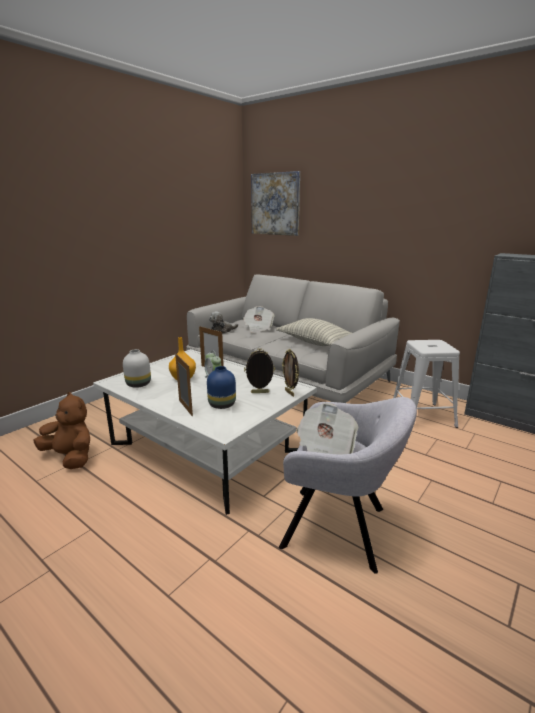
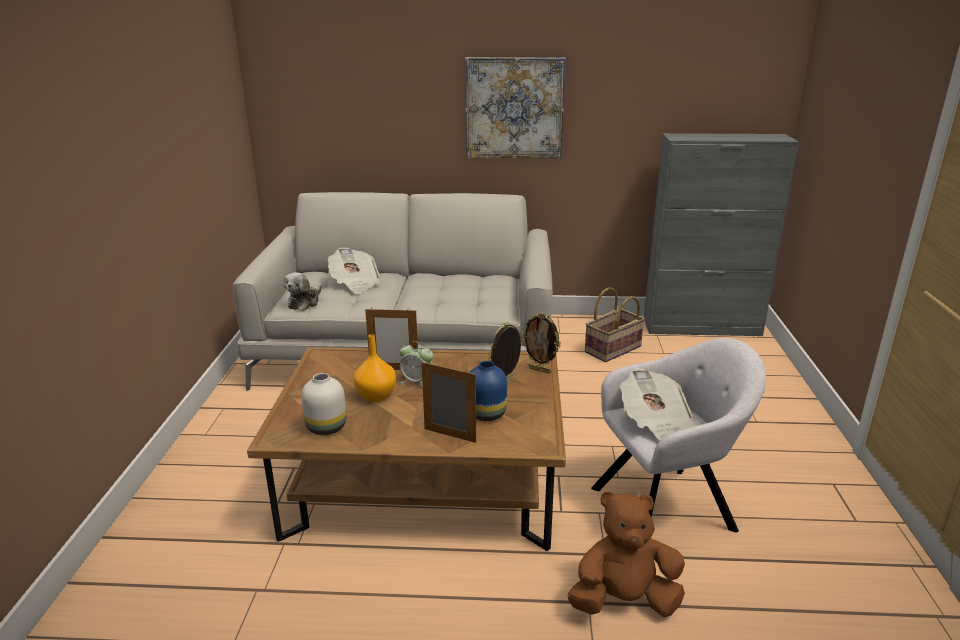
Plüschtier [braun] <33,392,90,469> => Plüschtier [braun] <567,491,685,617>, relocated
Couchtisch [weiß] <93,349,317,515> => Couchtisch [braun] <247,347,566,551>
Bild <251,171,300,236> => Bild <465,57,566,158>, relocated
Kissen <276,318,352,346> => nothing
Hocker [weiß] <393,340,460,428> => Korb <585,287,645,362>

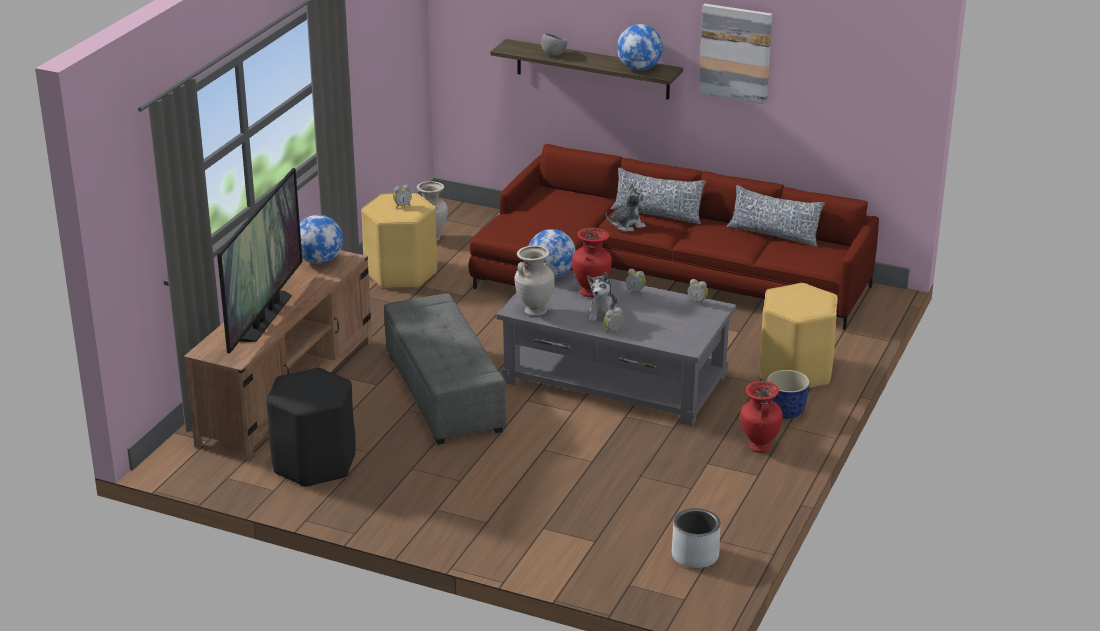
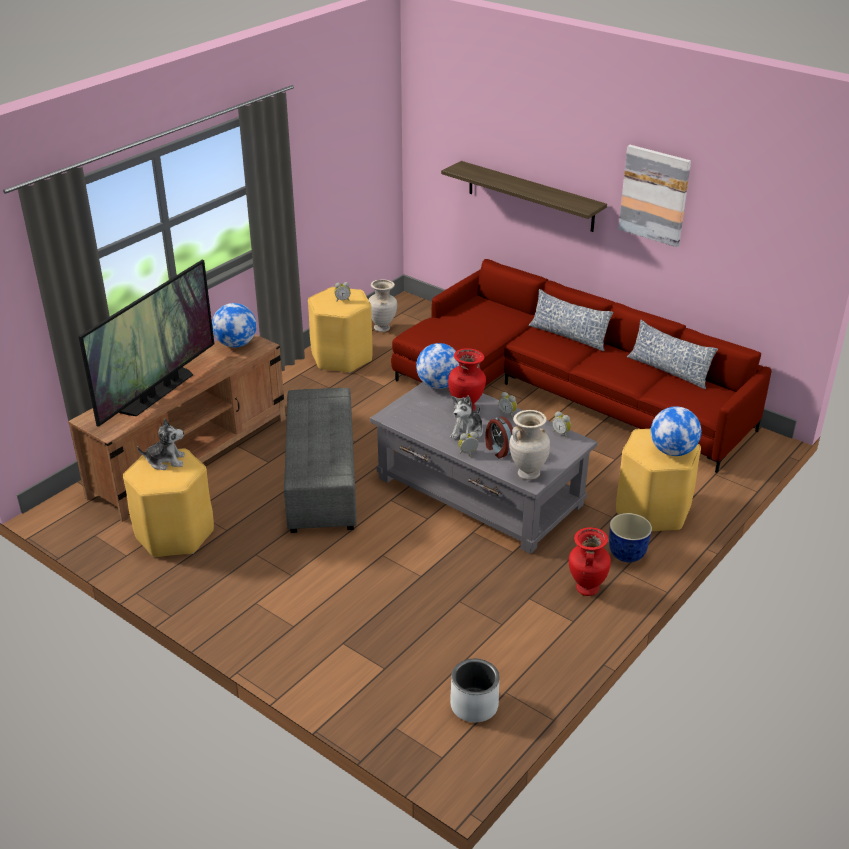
Hocker [schwarz] <266,368,355,487> => Hocker [gelb] <123,448,214,558>
Vase [beige] <514,245,555,316> => Vase [beige] <509,410,550,480>, relocated
Schüssel [grau] <541,33,567,56> => nothing
Plüschtier <606,183,648,231> => Plüschtier <137,419,185,470>, relocated
Globus <617,24,663,71> => Globus <651,406,701,456>, relocated
nothing => Wecker <485,417,513,458>

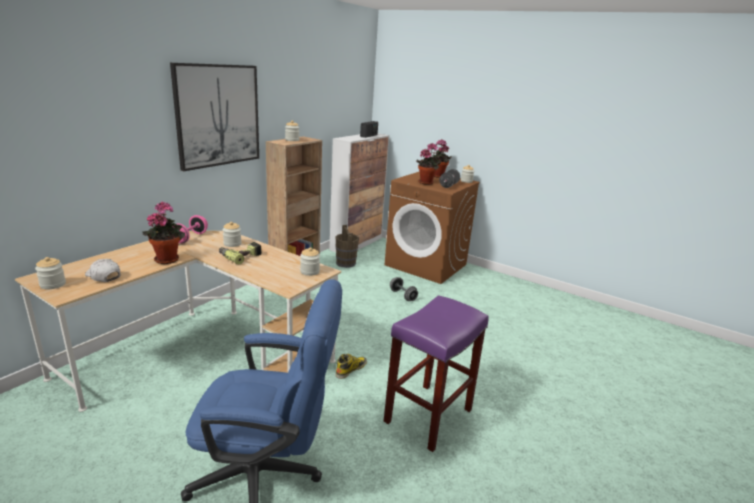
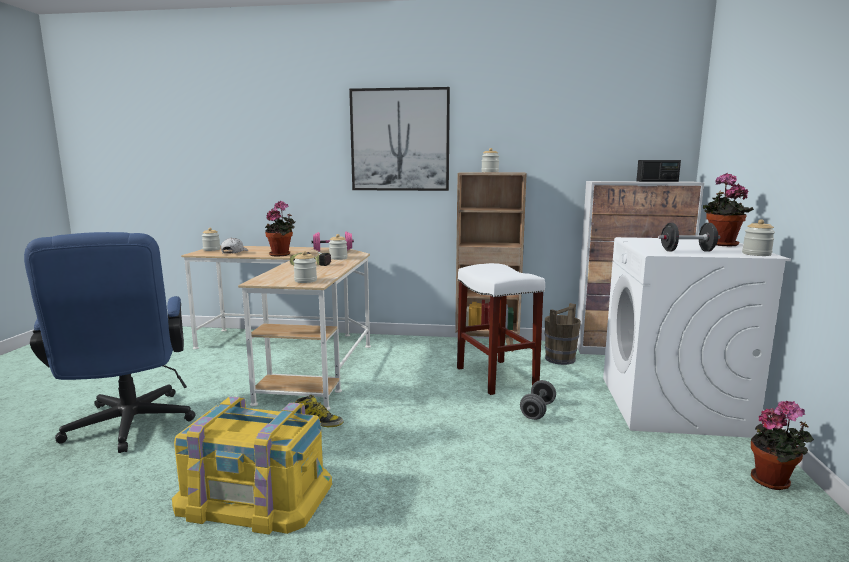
Hocker [lila] <384,295,489,452> => Aufbewahrungsbox [gelb] <172,397,332,535>
Waschmaschine [braun] <385,171,480,284> => Waschmaschine [weiß] <603,237,791,438>
Topfpflanze <416,143,441,185> => Topfpflanze <751,401,814,490>, relocated
nothing => Hocker [weiß] <457,263,545,395>

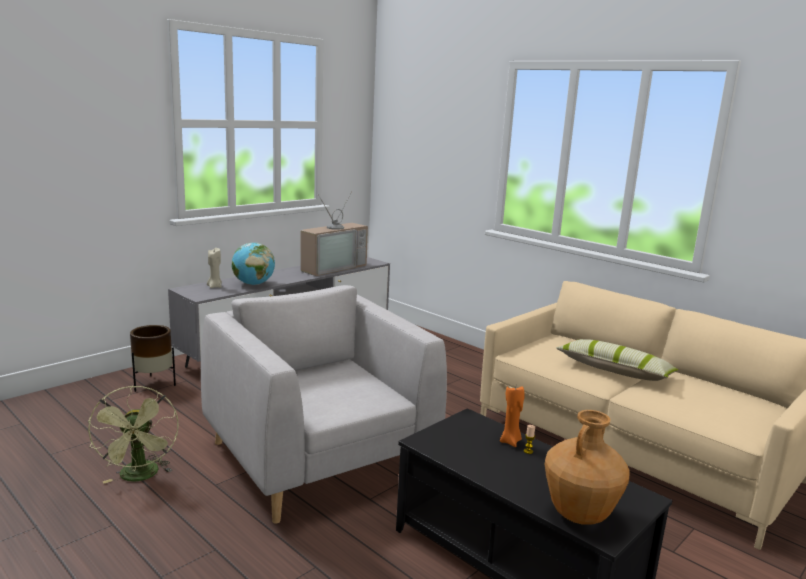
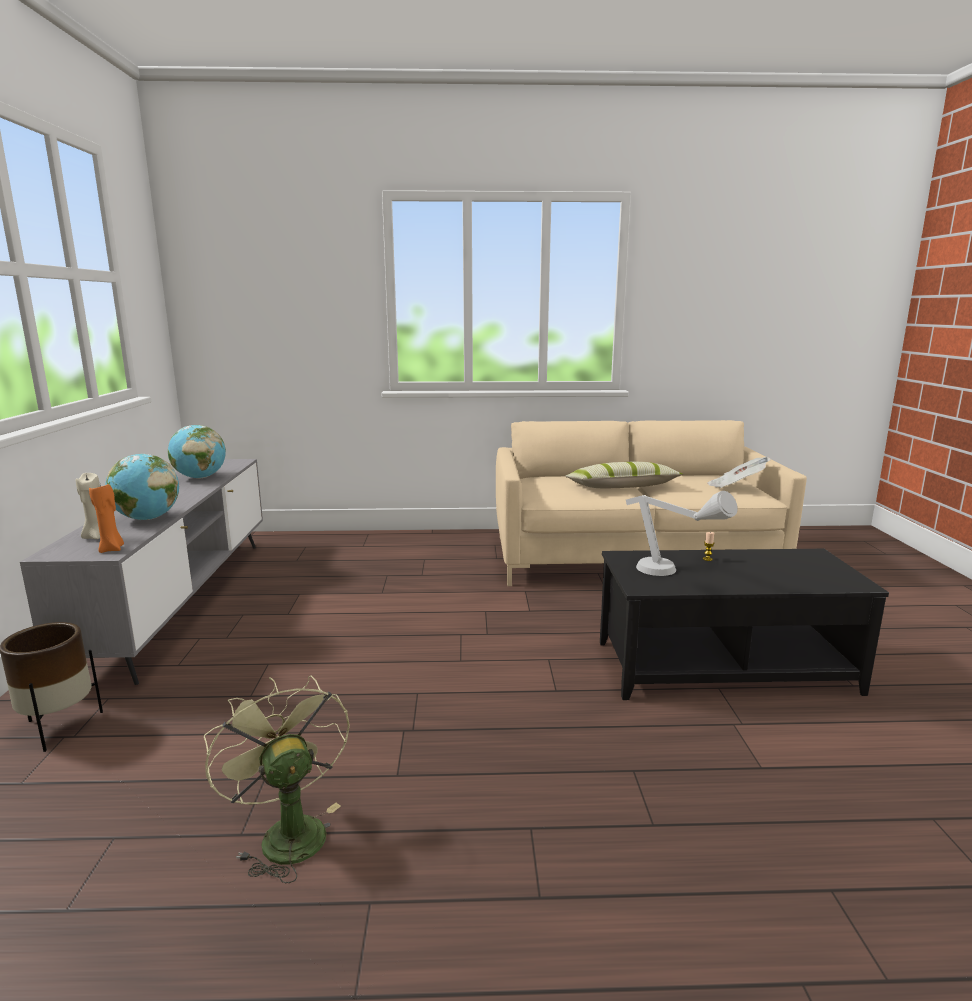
Ventilator [grün] <88,385,179,484> => Ventilator [grün] <204,676,350,884>, 150 degrees counterclockwise
Sessel [grau] <201,285,447,524> => nothing
Fernseher <300,191,368,276> => Globus <168,425,226,478>
Kerze [orange] <500,386,525,447> => Kerze [orange] <89,484,124,553>, relocated
Vase [braun] <545,410,630,525> => nothing
nothing => Tischlampe [grau] <626,491,738,576>
nothing => Zeitung <707,457,771,488>

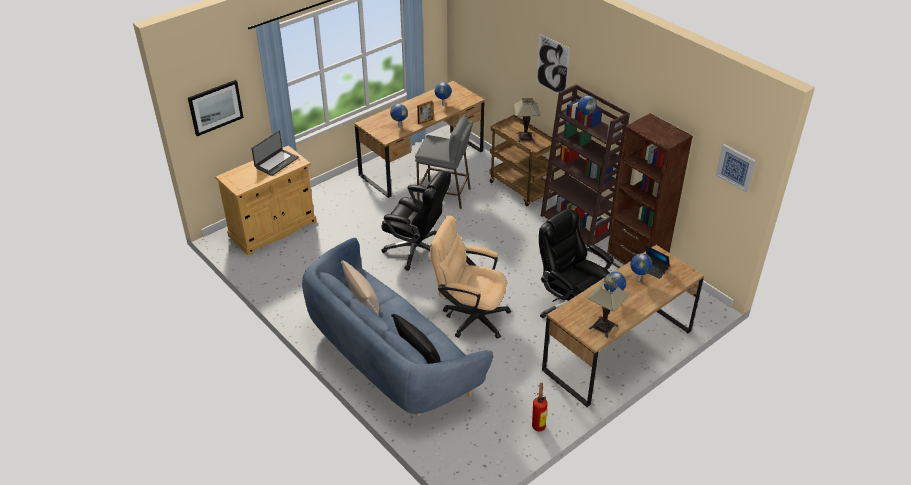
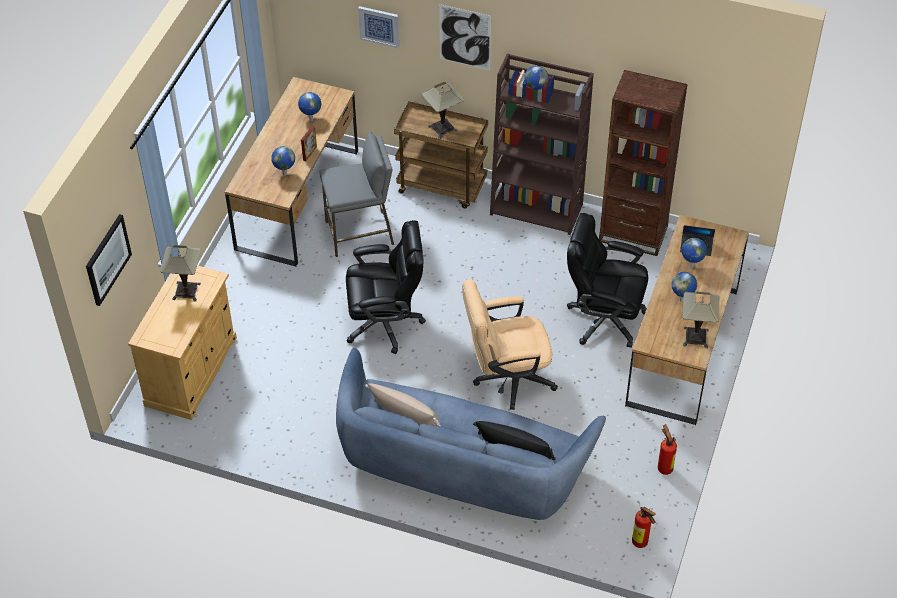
Laptop <251,131,299,176> => Tischlampe <160,245,201,302>
Bild <716,144,756,192> => Bild <358,6,399,48>, relocated
nothing => Feuerlöscher <632,507,656,548>

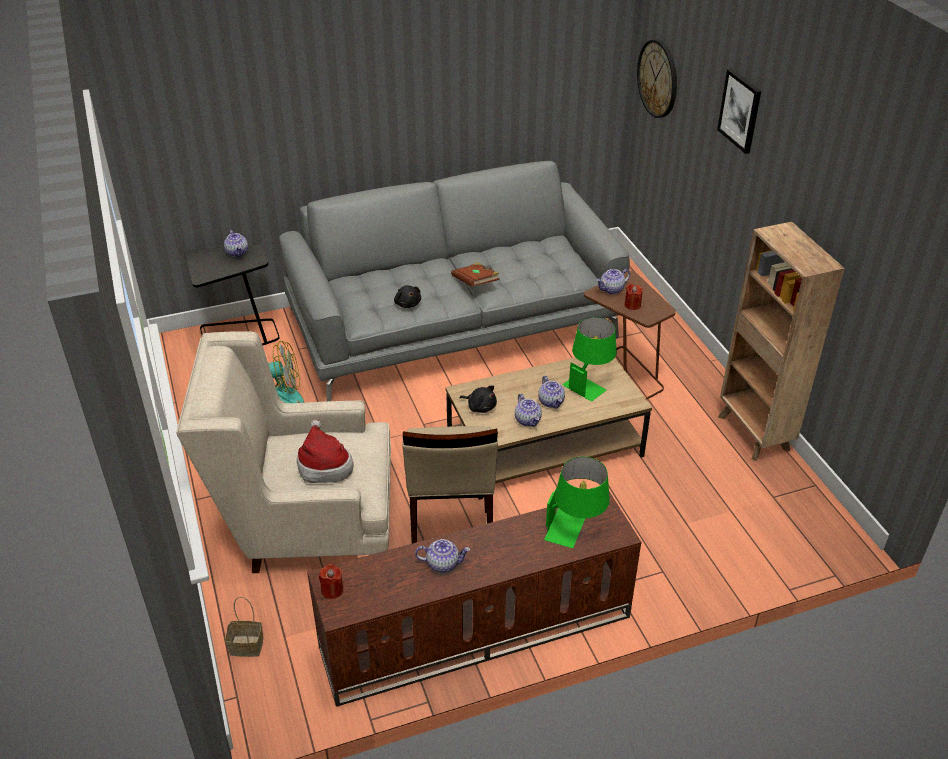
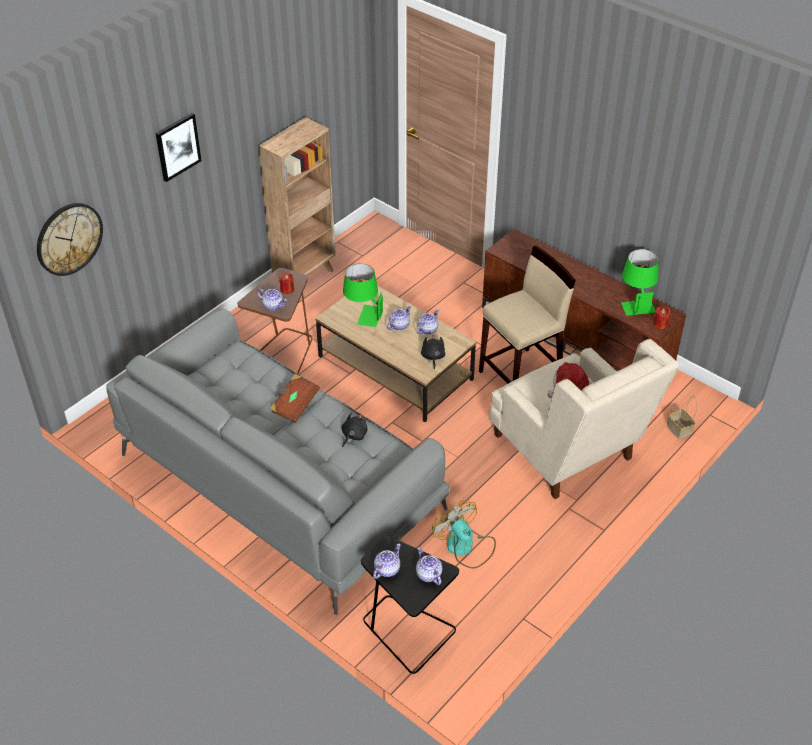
Teekanne <415,539,470,573> => Teekanne <416,547,442,585>, relocated
Tischlampe [grün] <544,457,610,548> => Tischlampe [grün] <621,249,659,316>, relocated

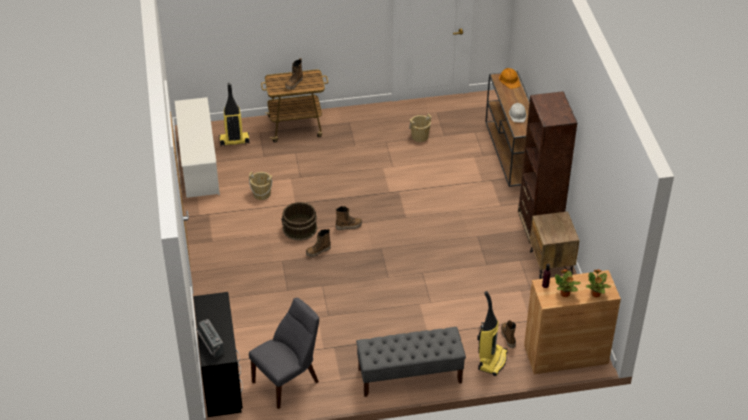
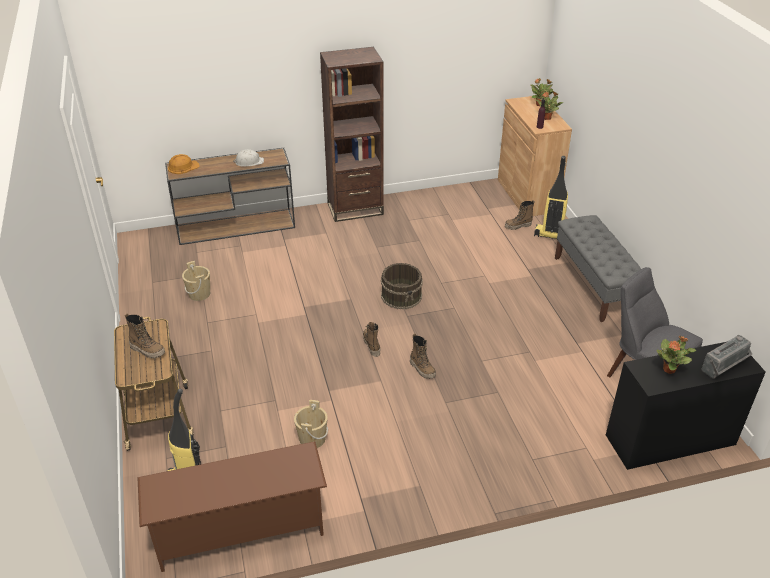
Schuhregal [weiß] <174,97,220,198> => Schuhregal [braun] <138,441,327,572>
Eimer [braun] <281,202,317,241> => Eimer [braun] <381,263,423,309>, relocated
Nachttisch [braun] <530,211,580,279> => nothing
nothing => Topfpflanze <657,336,696,374>

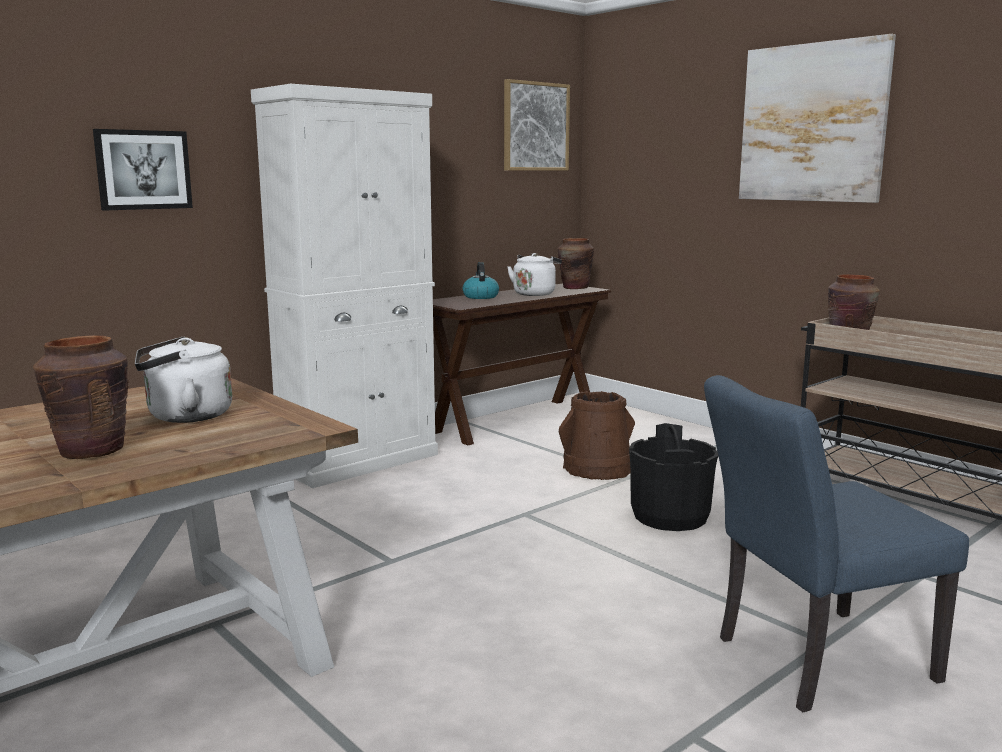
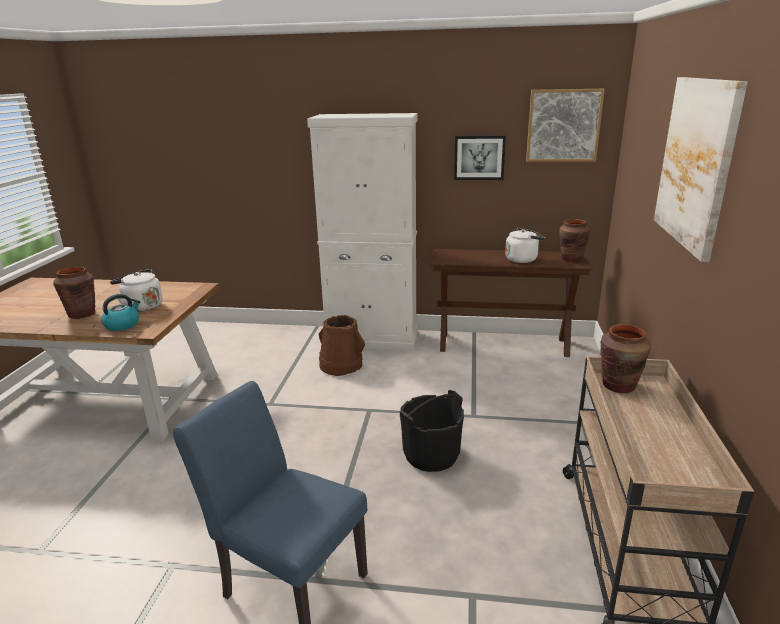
Bild <93,129,193,211> => Bild <454,135,506,180>, relocated
Wasserkessel <463,262,499,299> => Wasserkessel <101,294,140,331>, relocated
Eimer [braun] <559,391,635,480> => Eimer [braun] <319,315,365,376>, relocated

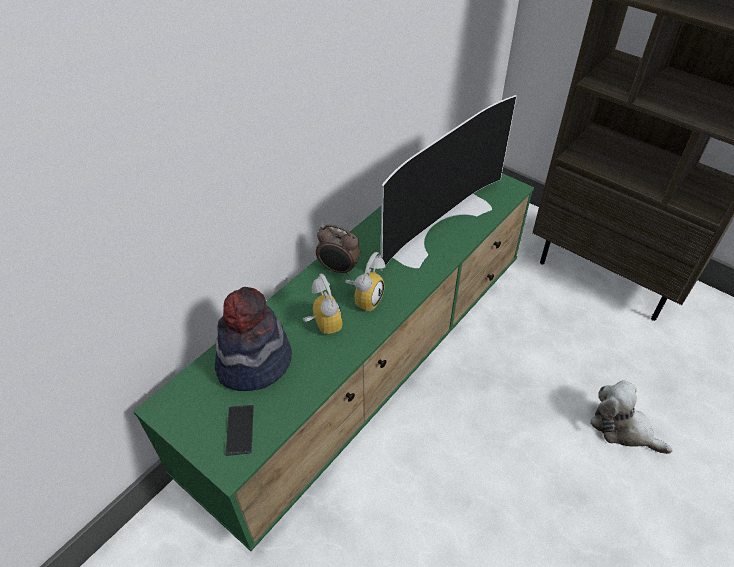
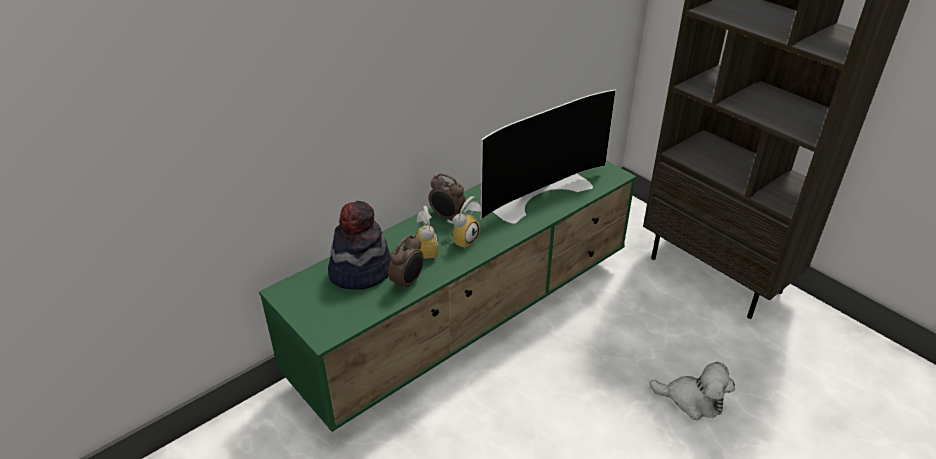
Handy <225,405,254,456> => nothing
Plüschtier <590,380,673,454> => Plüschtier <650,362,735,420>, 150 degrees clockwise
nothing => Wecker <388,235,423,292>

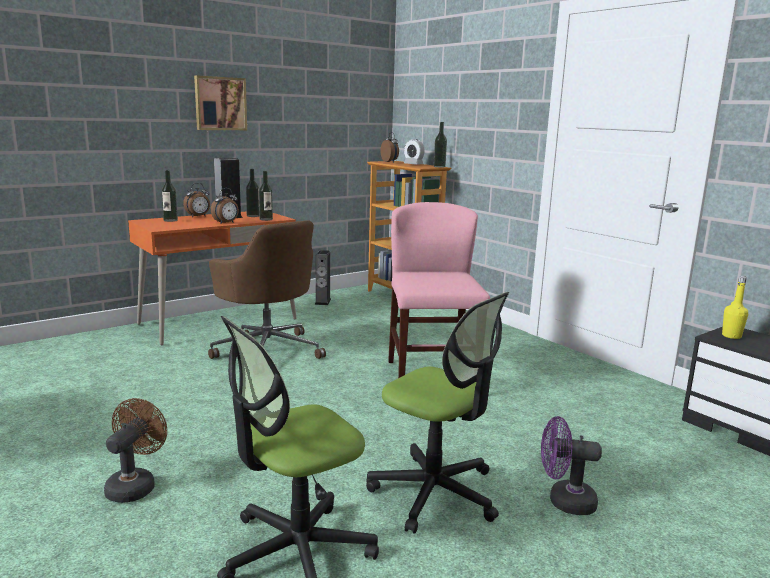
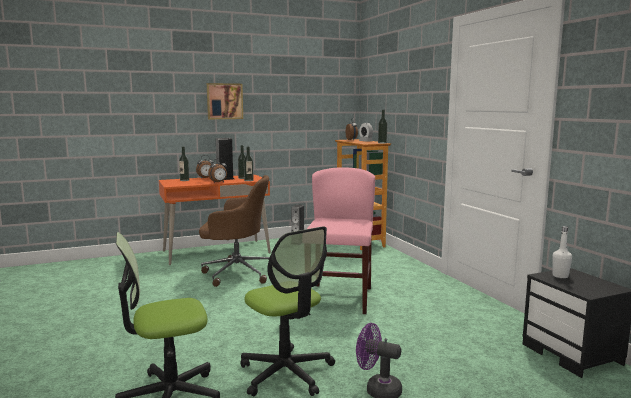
Ventilator [braun] <104,398,167,503> => nothing
Bürostuhl [braun] <208,220,326,359> => Bürostuhl [braun] <199,175,270,287>, 60 degrees counterclockwise
Flasche [gelb] <722,276,748,339> => Flasche [weiß] <553,226,572,278>

